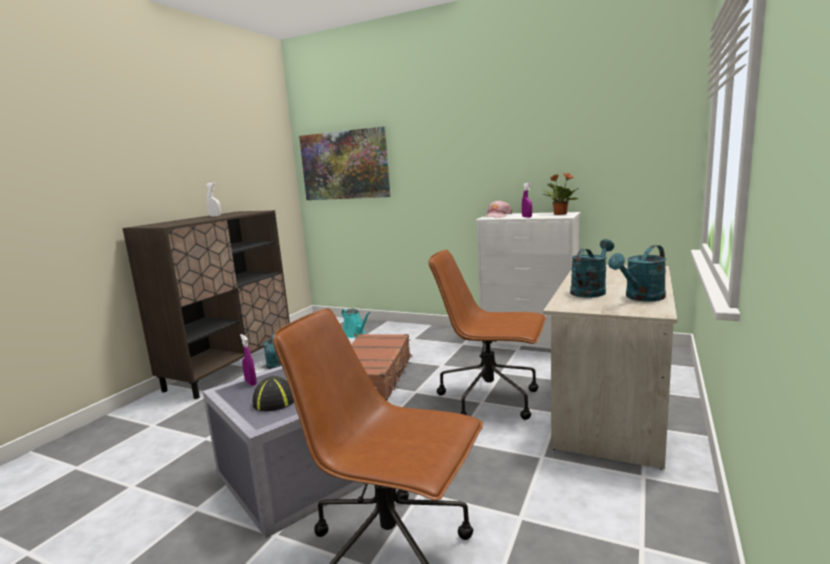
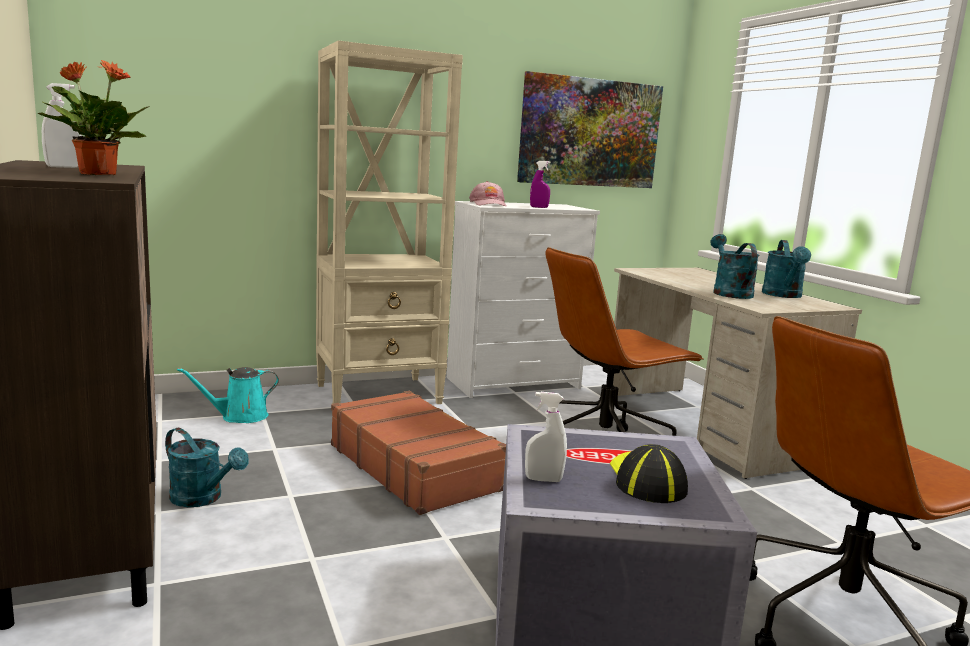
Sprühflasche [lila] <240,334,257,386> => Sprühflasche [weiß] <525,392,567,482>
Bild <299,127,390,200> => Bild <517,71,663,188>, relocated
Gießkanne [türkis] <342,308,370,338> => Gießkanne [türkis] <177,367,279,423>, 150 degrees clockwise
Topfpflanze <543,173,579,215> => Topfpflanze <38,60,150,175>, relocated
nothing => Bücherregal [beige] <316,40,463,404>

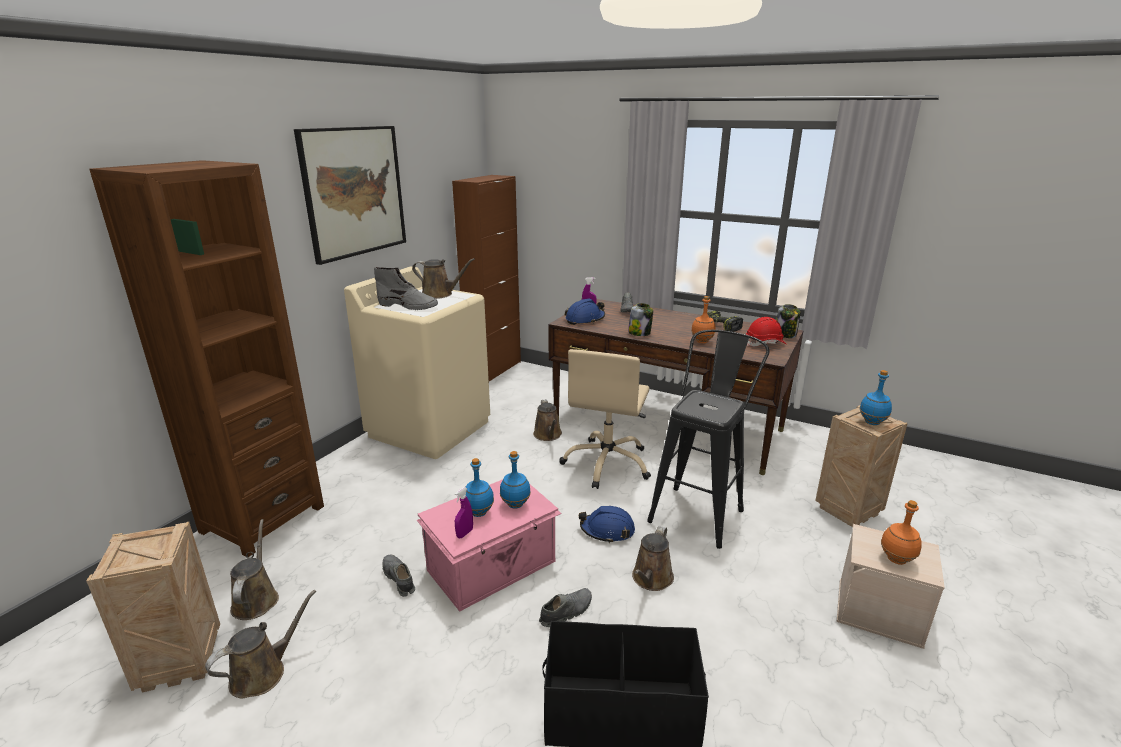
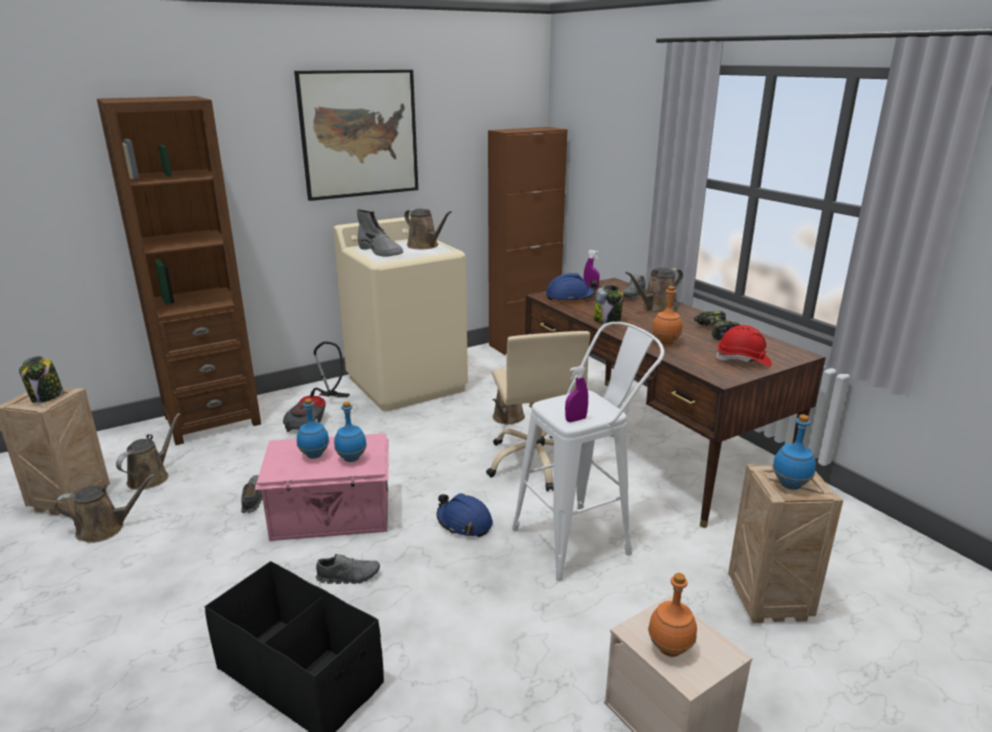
Sprühflasche [lila] <455,487,473,538> => Sprühflasche [lila] <565,366,588,422>, relocated
Bürostuhl [beige] <559,349,651,489> => Bürostuhl [beige] <486,331,590,491>, 60 degrees counterclockwise
Gießkanne [braun] <632,526,674,591> => Gießkanne [braun] <625,268,683,313>, relocated
Hocker [schwarz] <647,330,770,549> => Hocker [weiß] <512,322,664,581>
Vorratsglas <776,304,800,338> => Vorratsglas <19,356,64,403>, relocated
nothing => Staubsauger <283,342,350,432>

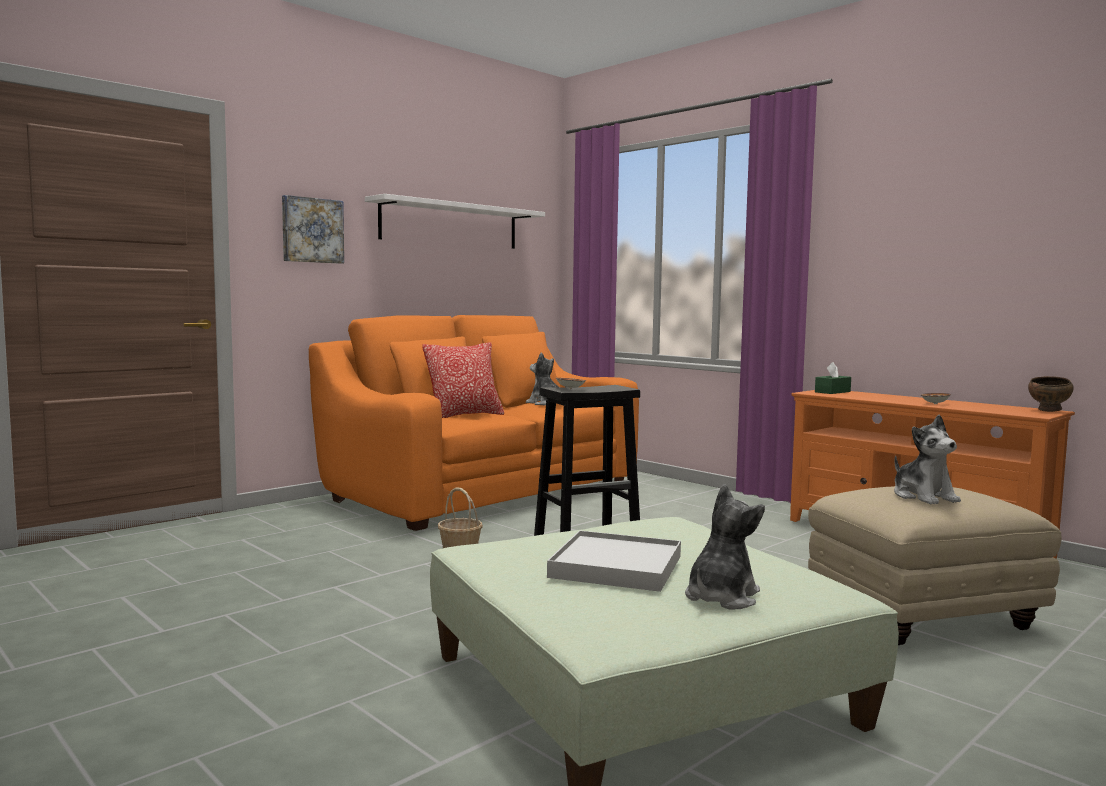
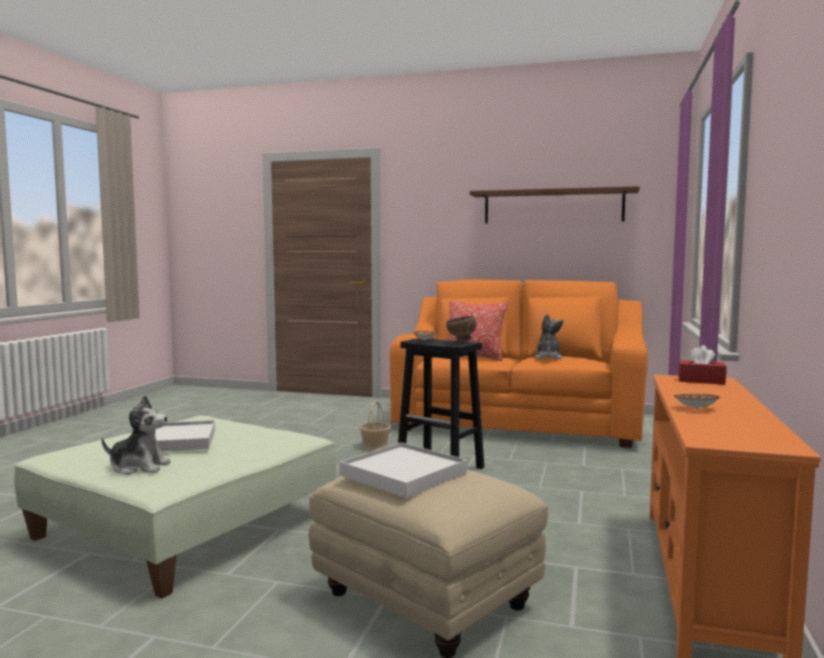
Bild <282,195,344,264> => nothing
Wandregal [weiß] <365,194,545,249> => Wandregal [braun] <470,186,640,223>
Taschentuchbox [grün] <815,362,851,394> => Taschentuchbox [rot] <678,345,727,385>
Plüschtier <894,414,961,504> => Tablett [weiß] <339,442,467,498>
Schüssel [braun] <1028,376,1074,412> => Schüssel [braun] <446,316,476,342>, relocated

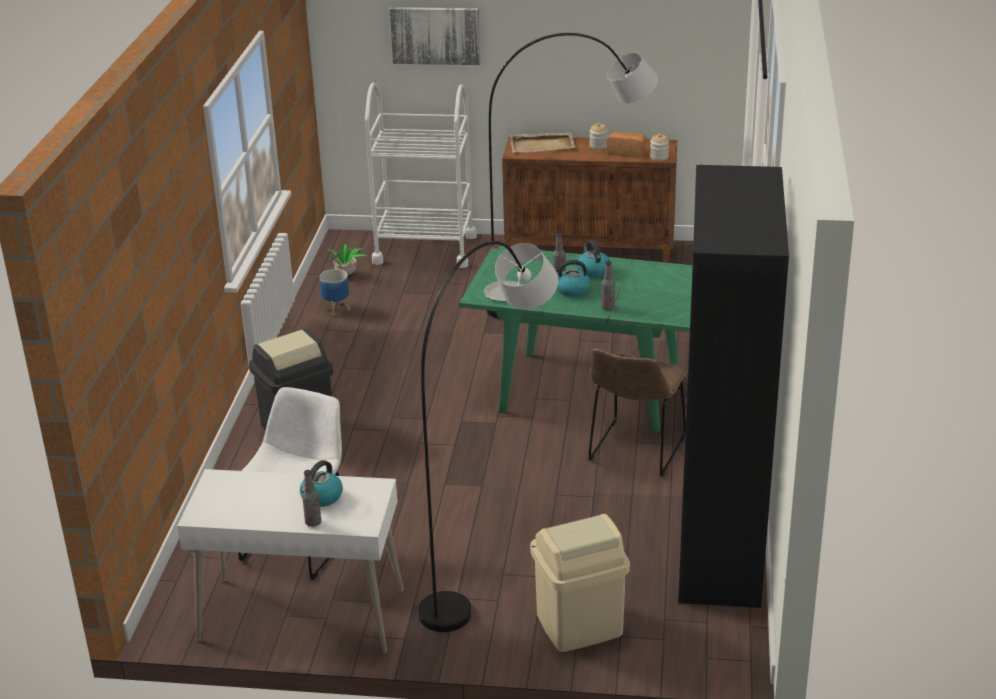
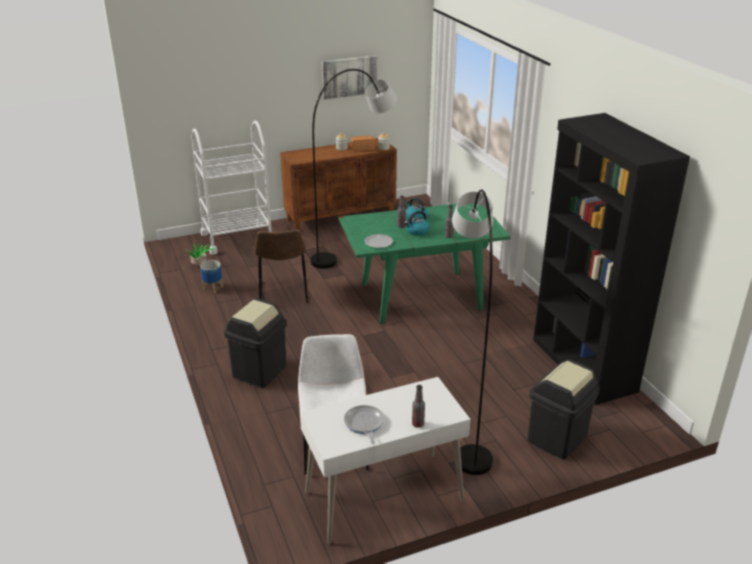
Wasserkessel <300,460,343,507> => nothing
Bild <389,7,480,65> => Bild <322,55,378,99>, relocated
Tablett [beige] <510,132,575,153> => nothing
Mülleimer [beige] <530,514,630,652> => Mülleimer [schwarz] <528,360,599,459>
Stuhl [braun] <588,348,688,476> => Stuhl [braun] <254,230,308,303>, relocated
nothing => Pfanne <344,405,384,444>

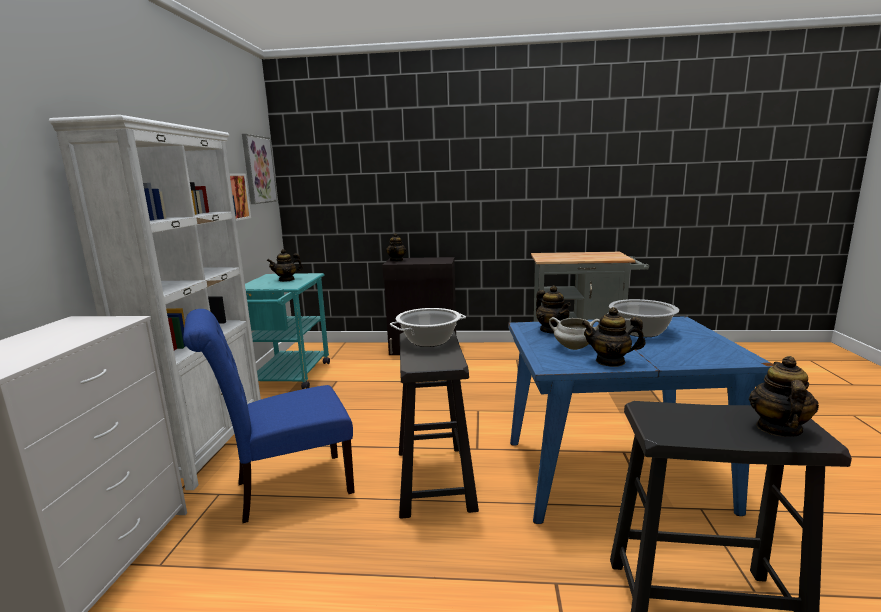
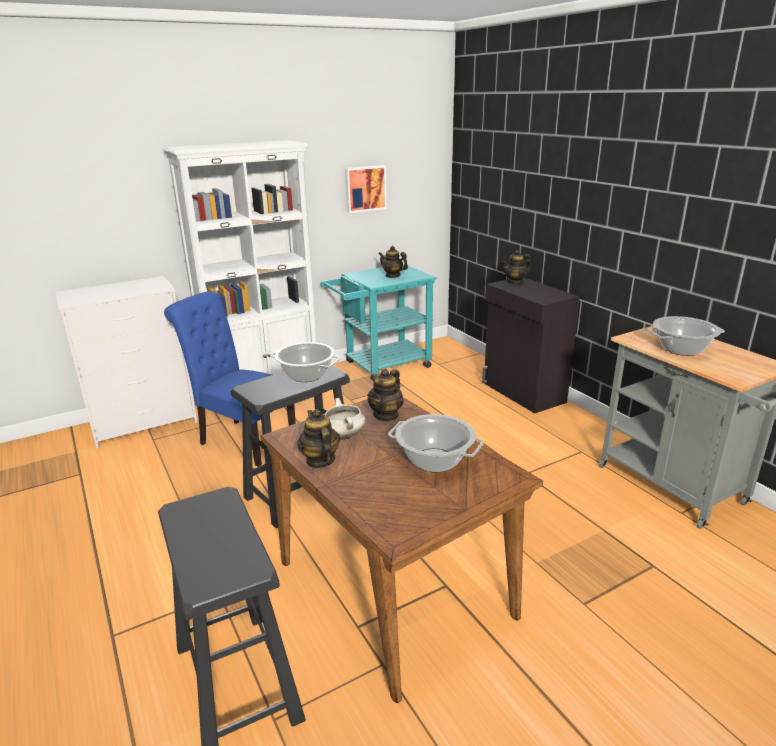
Bild <242,134,278,204> => nothing
Esstisch [blau] <508,316,774,524> => Esstisch [braun] <261,397,543,703>
Teekanne <749,356,819,437> => nothing
nothing => Kochtopf <647,316,725,356>

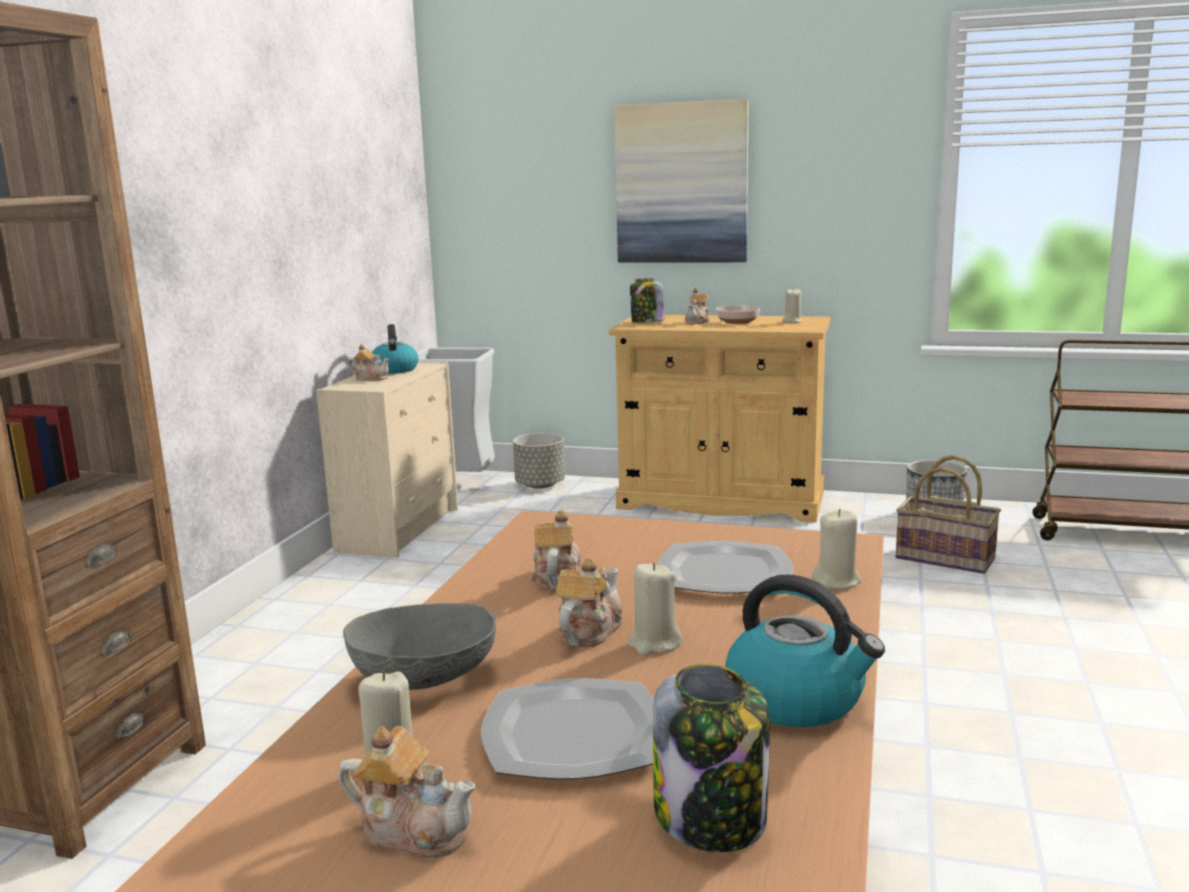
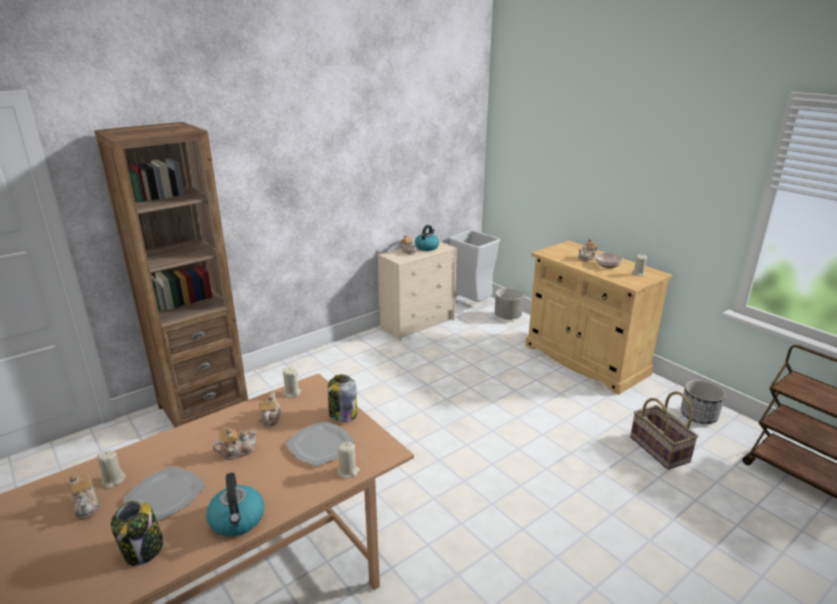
Schüssel [grau] <343,603,497,690> => nothing
Teekanne <531,510,581,589> => Teekanne <259,392,281,426>, 45 degrees counterclockwise
Bild <614,99,748,263> => nothing
Kerze [beige] <628,562,682,655> => Kerze [beige] <282,367,301,398>, relocated
Vorratsglas <630,278,664,323> => Vorratsglas <328,375,357,422>, relocated

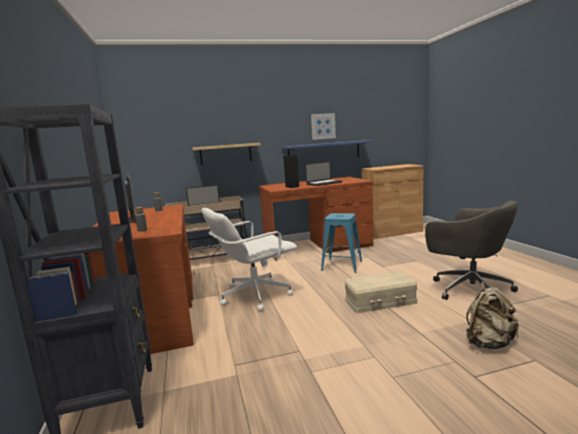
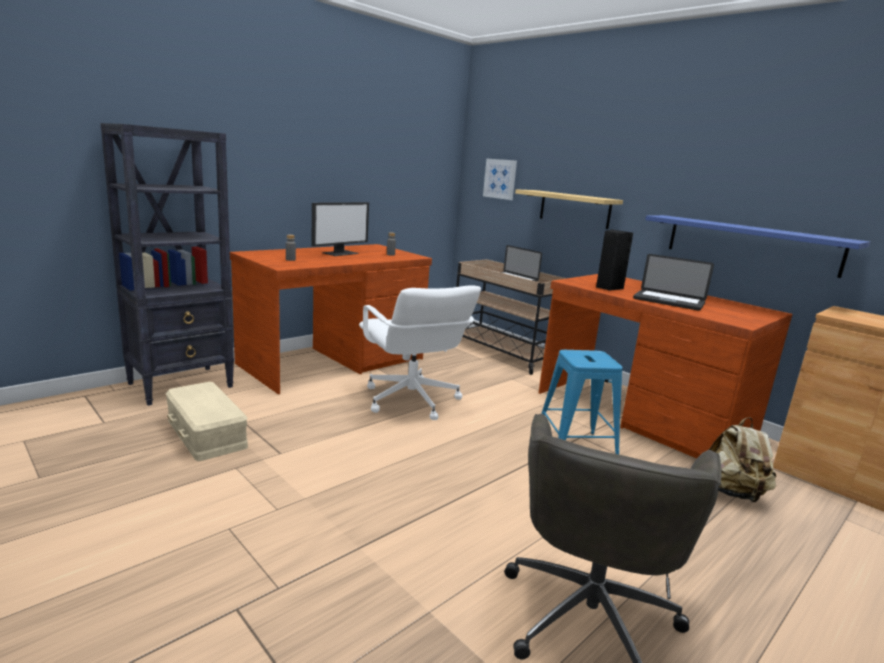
Bürostuhl [weiß] <202,208,297,311> => Bürostuhl [weiß] <359,285,481,420>, 150 degrees counterclockwise
Bild <311,113,336,140> => Bild <483,158,517,200>, relocated
Aufbewahrungsbox [beige] <344,272,418,313> => Aufbewahrungsbox [beige] <166,382,248,461>, relocated
Rucksack [beige] <466,282,519,349> => Rucksack [beige] <709,417,776,502>, relocated

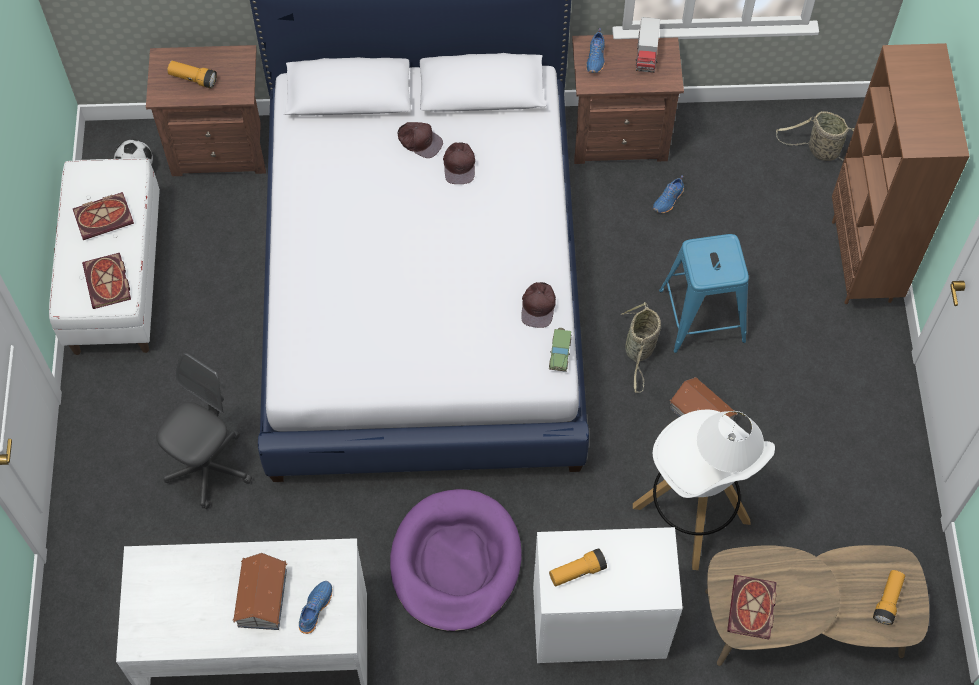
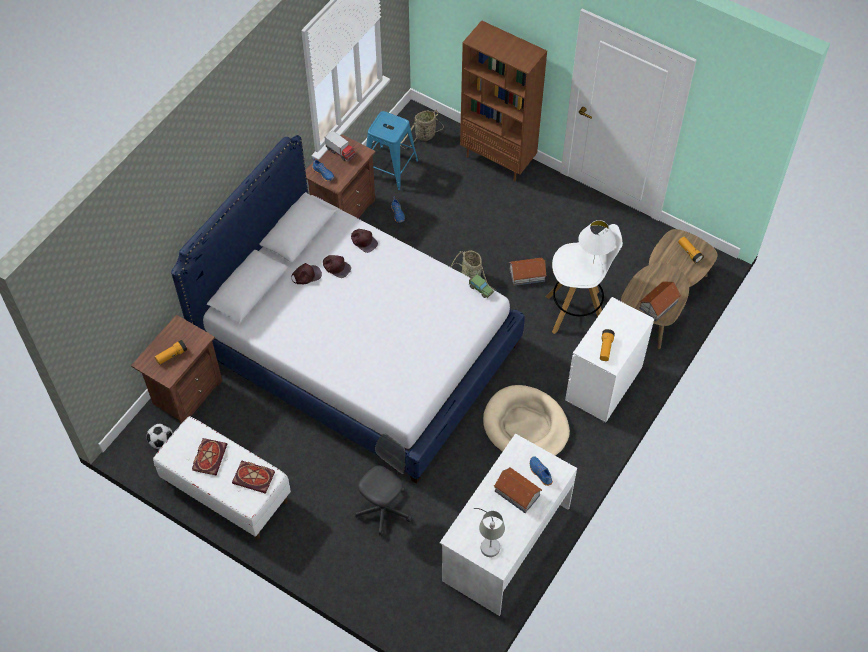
Bürostuhl [grau] <156,353,252,509> => Bürostuhl [grau] <355,433,412,536>, 60 degrees clockwise
Hundebett [lila] <390,489,522,632> => Hundebett [beige] <483,385,570,456>
Kappe [braun] <521,282,556,328> => Kappe [braun] <351,229,378,253>, relocated
Hocker [blau] <659,234,749,353> => Hocker [blau] <366,111,418,190>, relocated
Buch <727,575,777,639> => Spielzeughaus <639,281,681,321>
nothing => Tischlampe [grau] <474,508,505,557>

